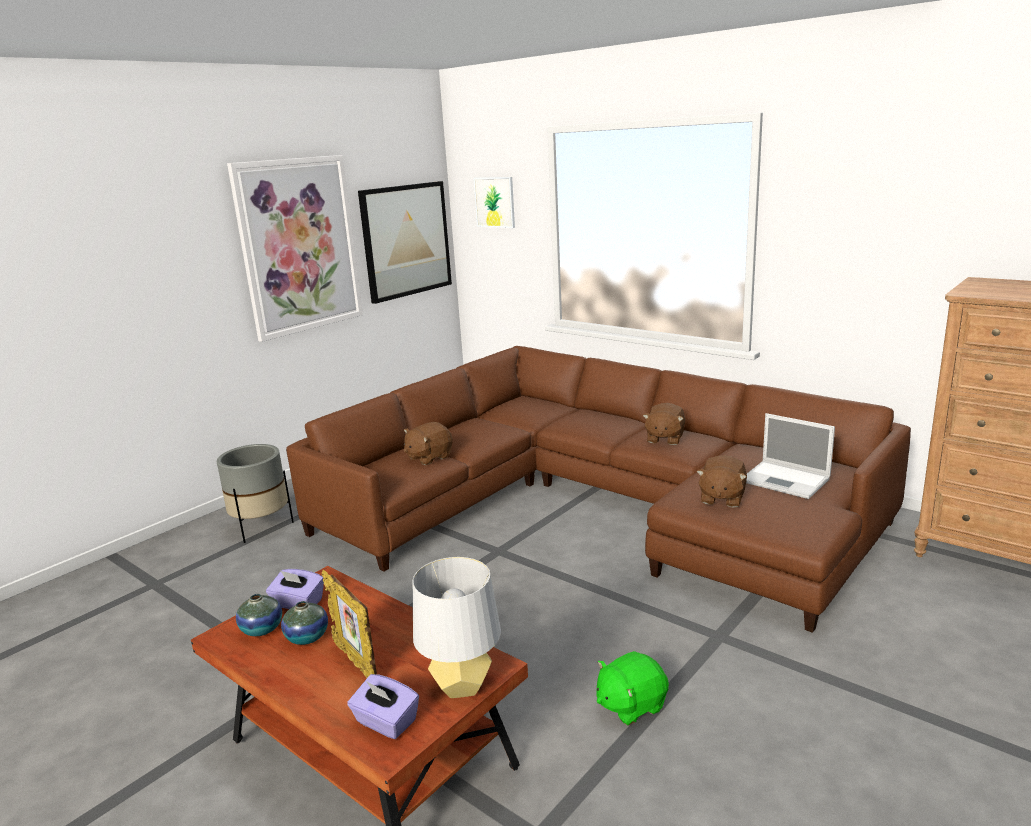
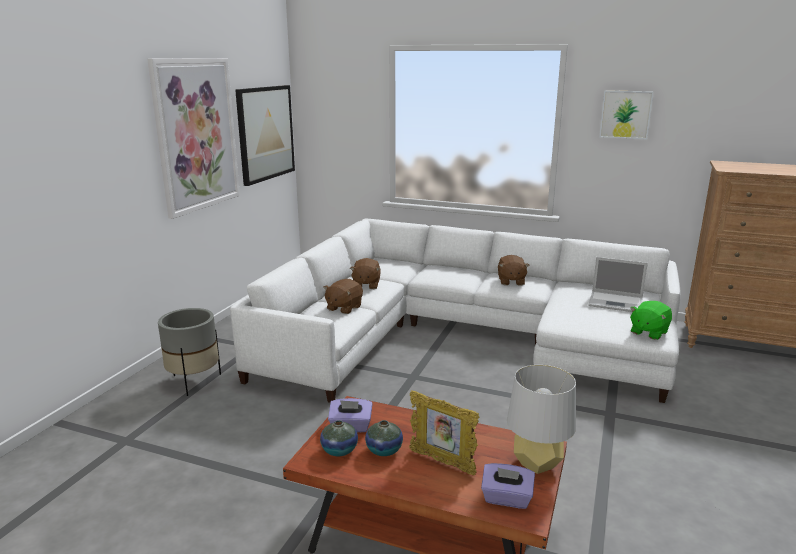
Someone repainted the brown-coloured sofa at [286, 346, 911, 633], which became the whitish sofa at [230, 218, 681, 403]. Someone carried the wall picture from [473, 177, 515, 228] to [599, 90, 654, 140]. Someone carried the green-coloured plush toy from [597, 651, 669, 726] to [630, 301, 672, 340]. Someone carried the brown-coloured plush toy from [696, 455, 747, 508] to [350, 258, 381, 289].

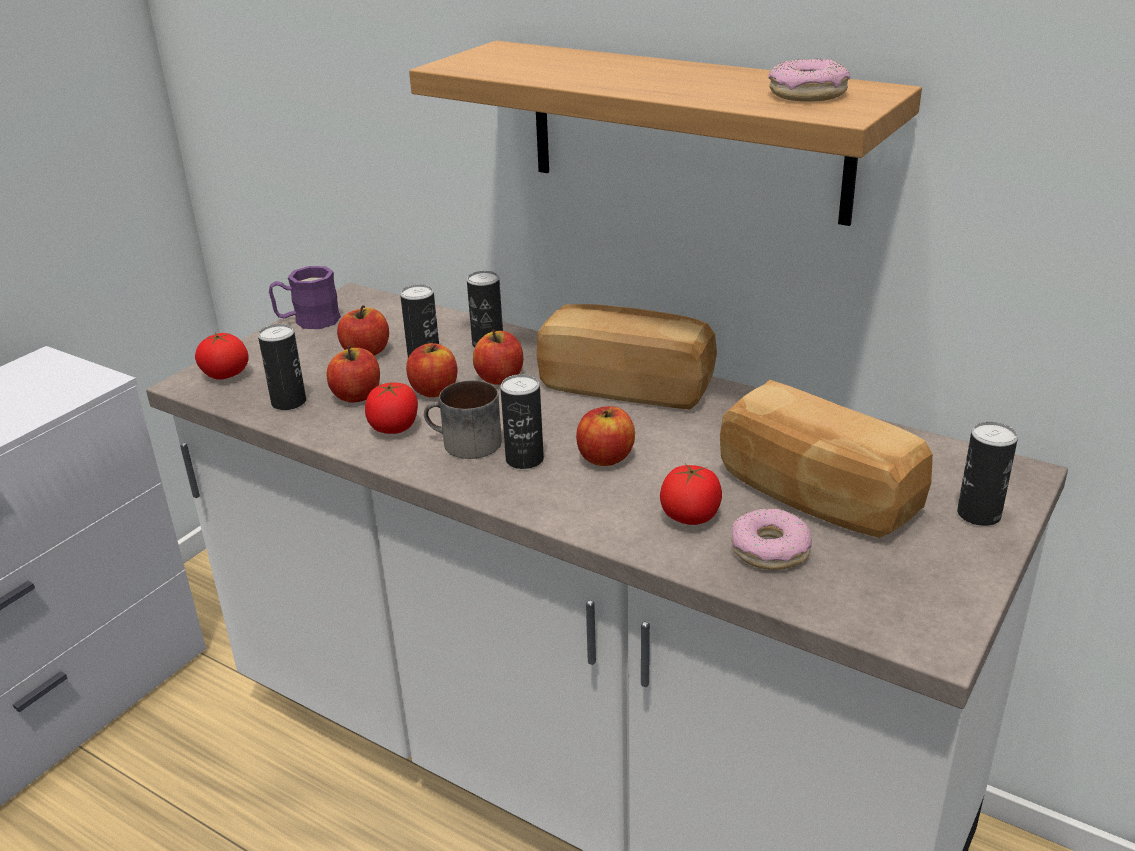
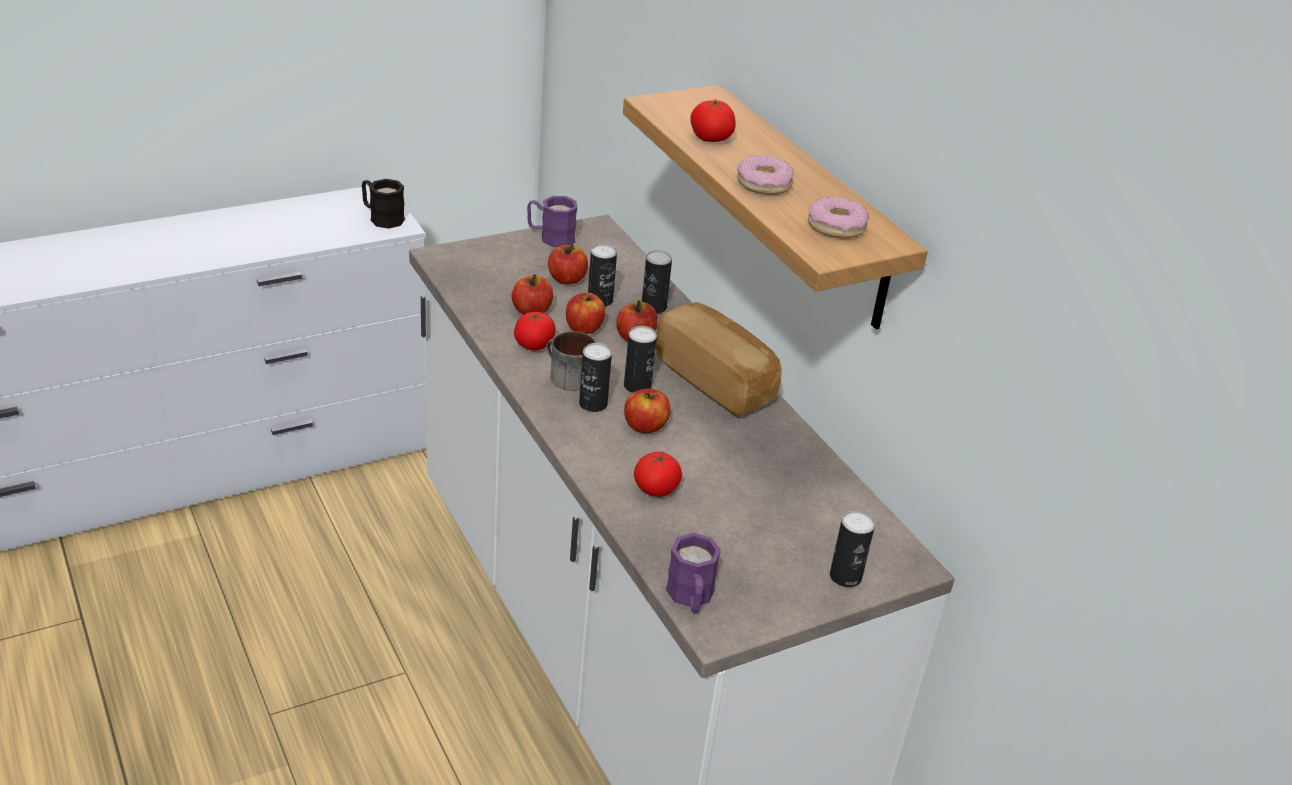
Someone carried the tomato from [195, 333, 249, 380] to [691, 99, 736, 142]. Someone carried the metal can from [258, 324, 306, 410] to [624, 326, 657, 393]. Someone took away the bakery bread at [720, 380, 933, 538]. Someone carried the ring doughnut from [732, 508, 812, 570] to [737, 155, 794, 195]. Someone put down the black-coloured mug at [362, 179, 405, 229]. Someone put down the purple mug at [666, 533, 721, 613].

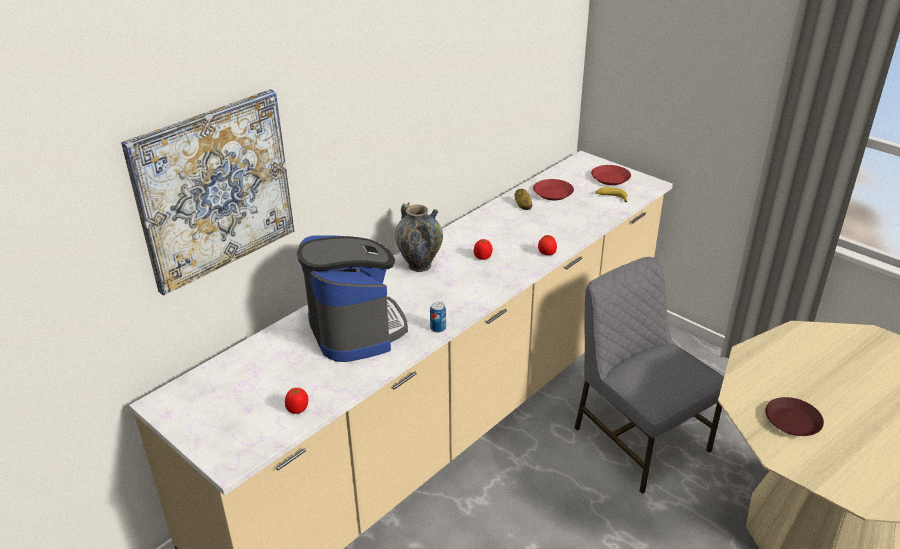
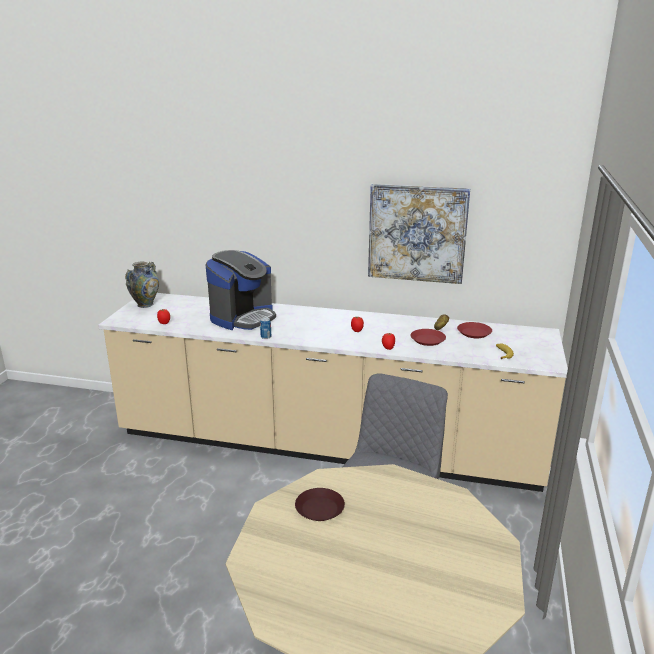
Someone carried the wall picture from [121, 89, 294, 296] to [368, 184, 470, 284]. Someone carried the flower vase from [395, 202, 443, 272] to [125, 262, 159, 308]. Someone carried the red-coloured flat dish from [591, 165, 631, 185] to [410, 329, 446, 346].

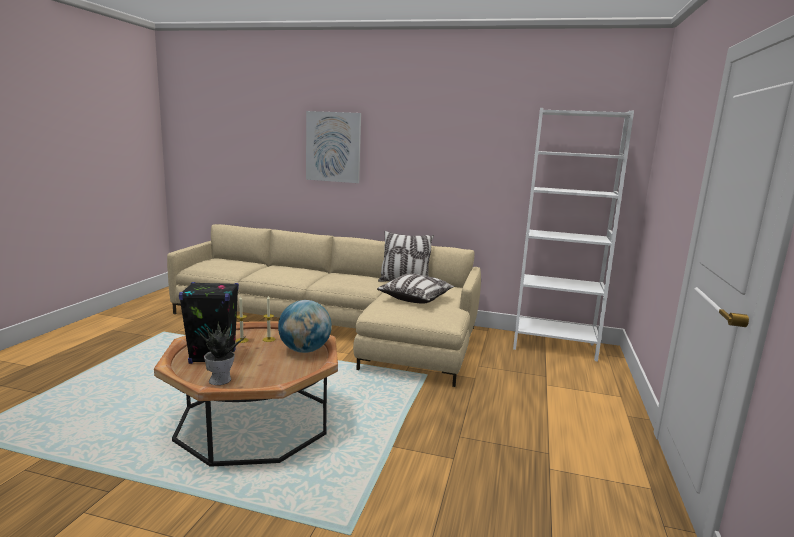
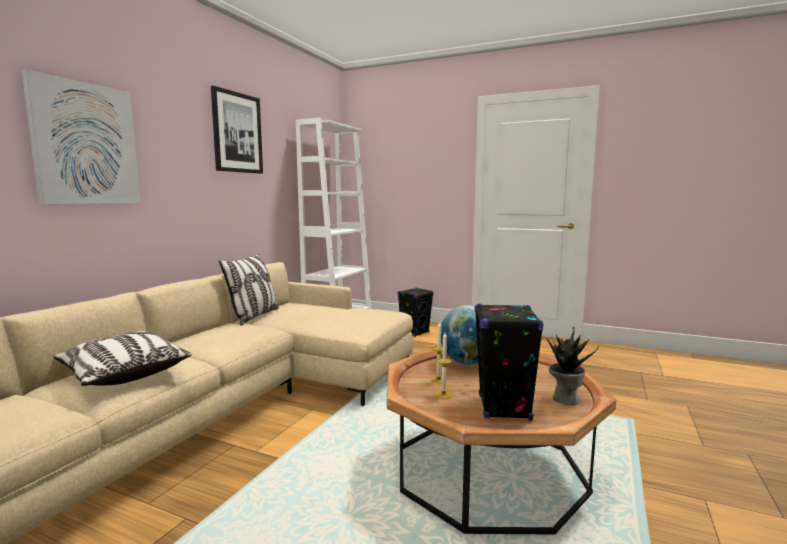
Someone carried the throw pillow from [377, 274, 455, 303] to [54, 331, 192, 386]. Someone put up the wall picture at [211, 86, 263, 174]. Someone put down the black-coloured loudspeaker at [398, 287, 434, 337].

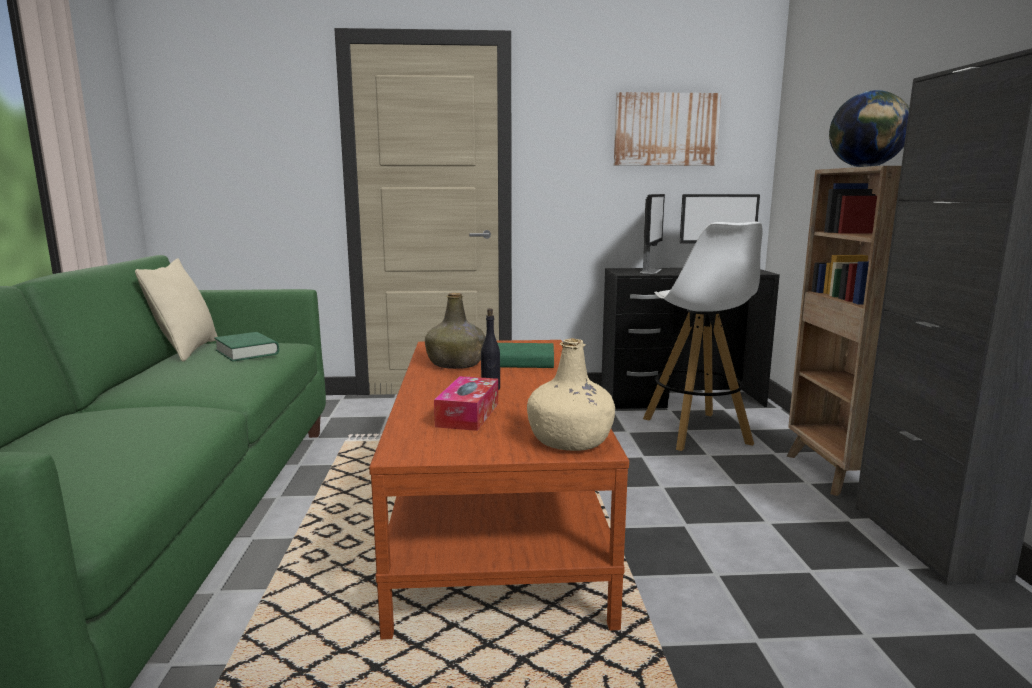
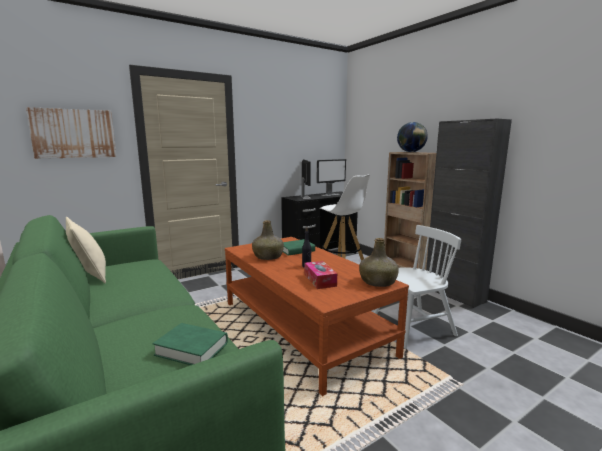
Someone carried the green-coloured book from [214, 332, 279, 362] to [153, 323, 228, 365]. Someone repainted the beige drink bottle at [527, 338, 615, 451], which became the green-coloured drink bottle at [359, 238, 399, 287]. Someone carried the wall picture from [614, 92, 721, 166] to [26, 107, 117, 159]. Someone put down the whitish upright chair at [374, 225, 461, 349].

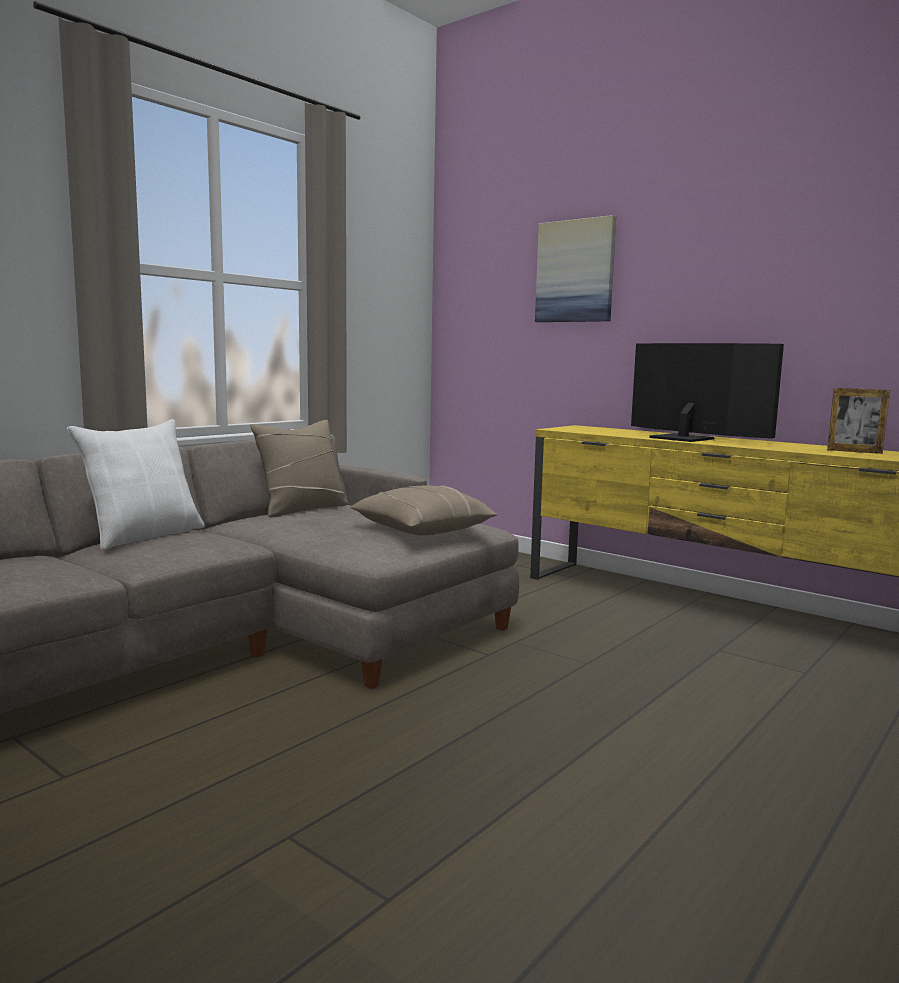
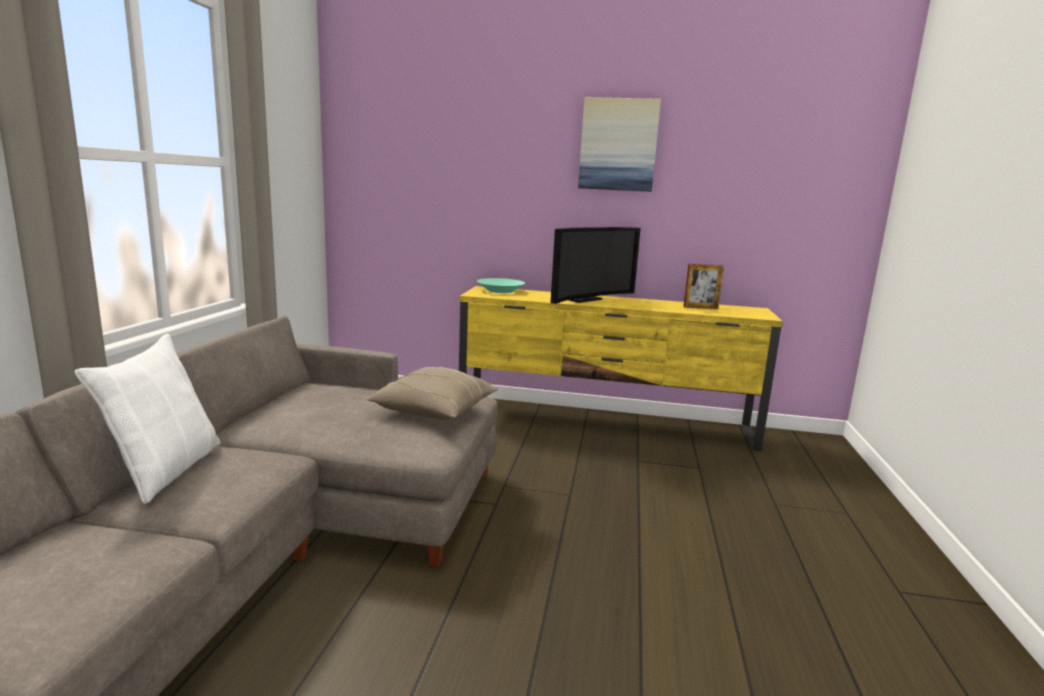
Someone took away the beige throw pillow at [250, 420, 348, 517]. Someone carried the wall picture from [535, 215, 616, 322] to [578, 97, 661, 192]. Someone rotated the TV at [631, 343, 784, 442] by 120 degrees clockwise. Someone put down the turquoise-coloured deep dish at [477, 278, 525, 293].

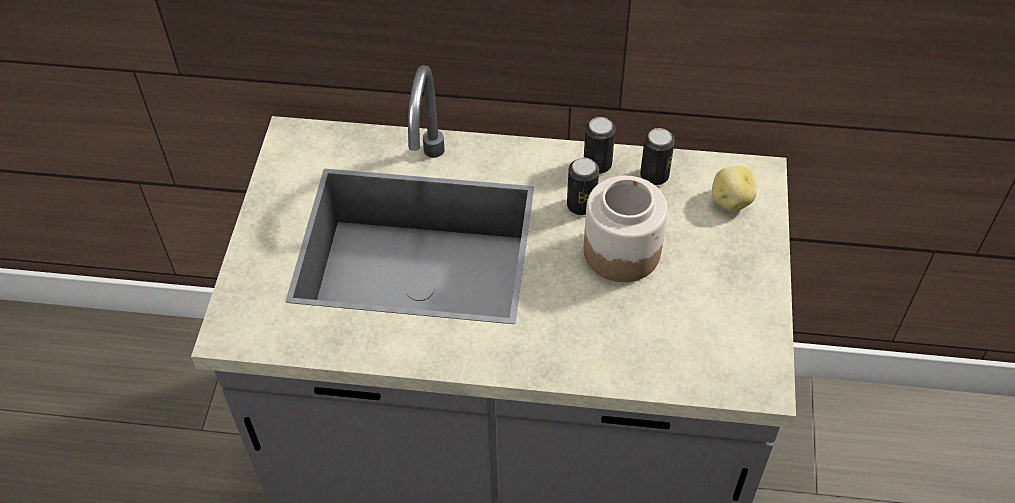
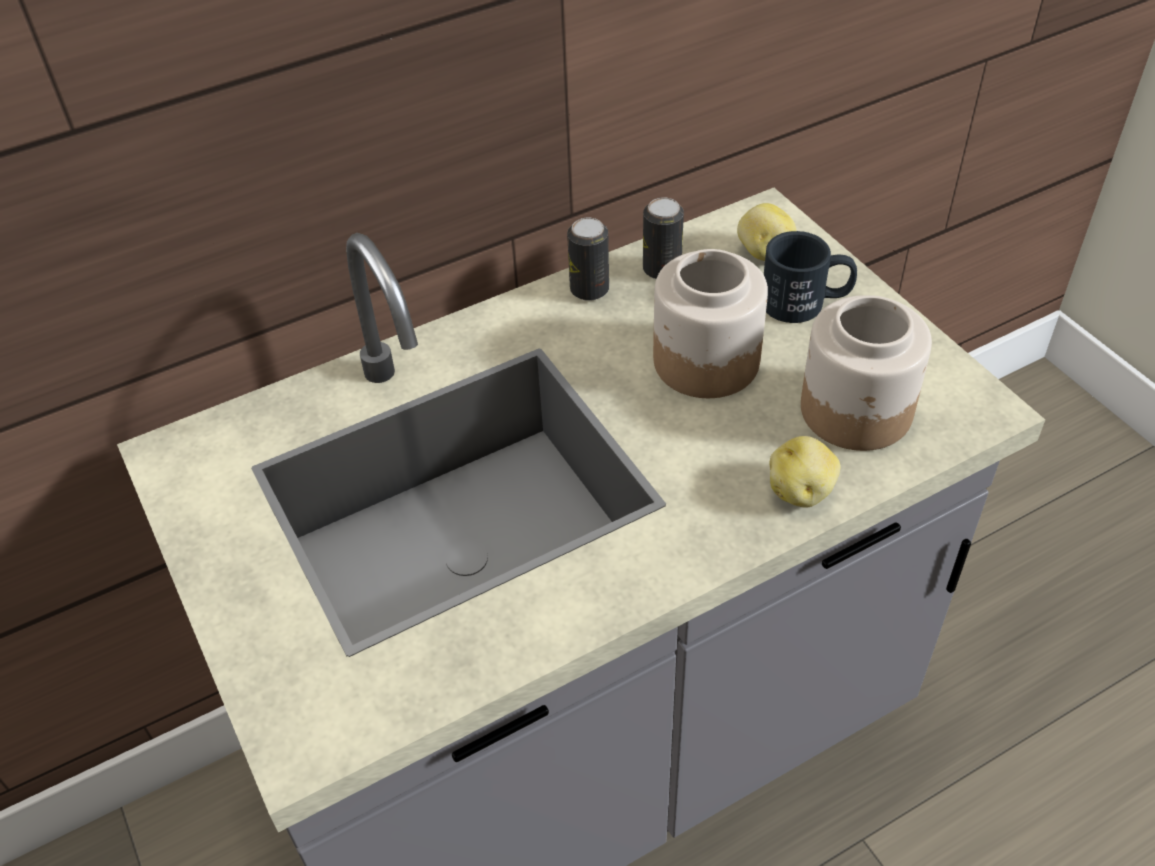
Someone took away the metal can at [567, 158, 599, 215]. Someone put down the black-coloured mug at [764, 231, 857, 323]. Someone put down the potato at [770, 436, 840, 508]. Someone put down the jar at [801, 295, 932, 451].

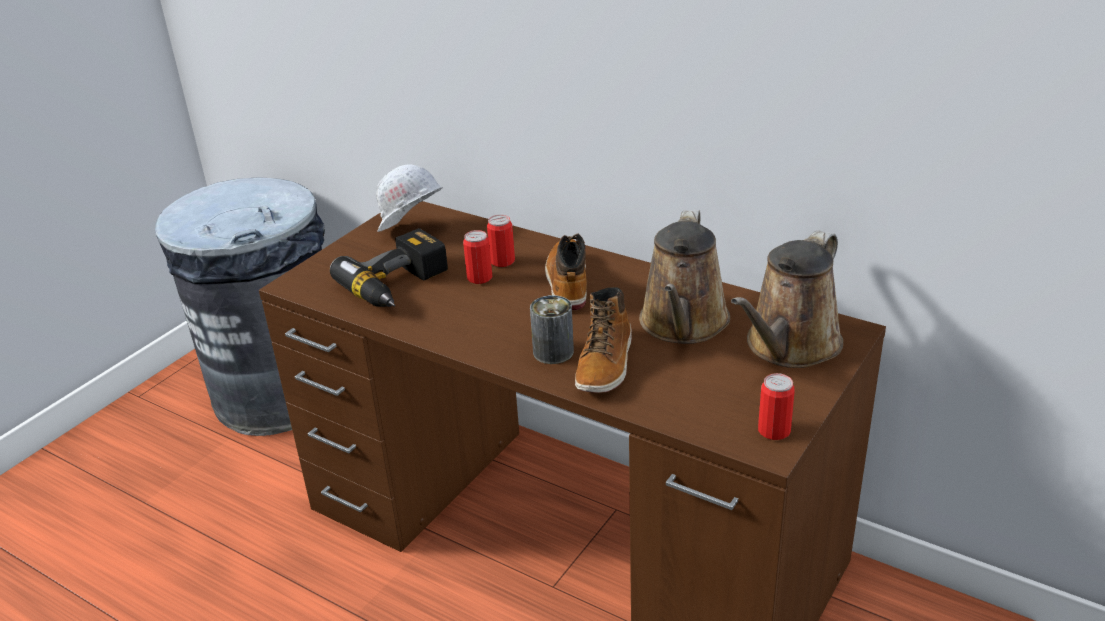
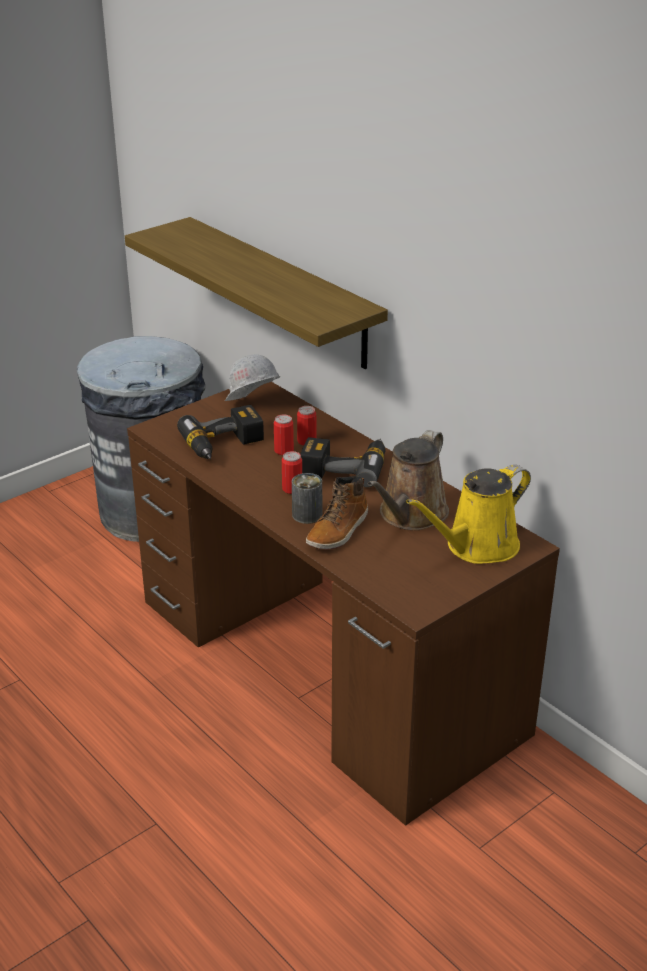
Someone swapped the high-top boot at [545, 233, 587, 310] for the electric drill at [300, 437, 386, 488]. Someone repainted the brown-coloured sprinkling can at [731, 231, 843, 368], which became the yellow-coloured sprinkling can at [406, 465, 531, 564]. Someone carried the metal can from [758, 373, 795, 440] to [282, 451, 302, 494]. Someone put up the shelf at [125, 217, 388, 369].

